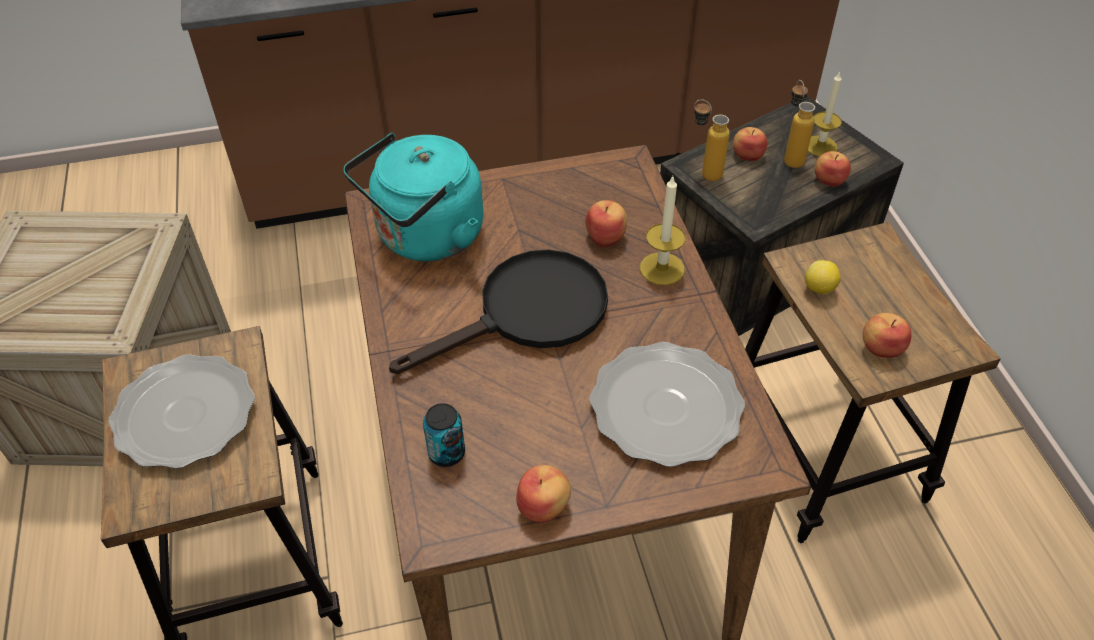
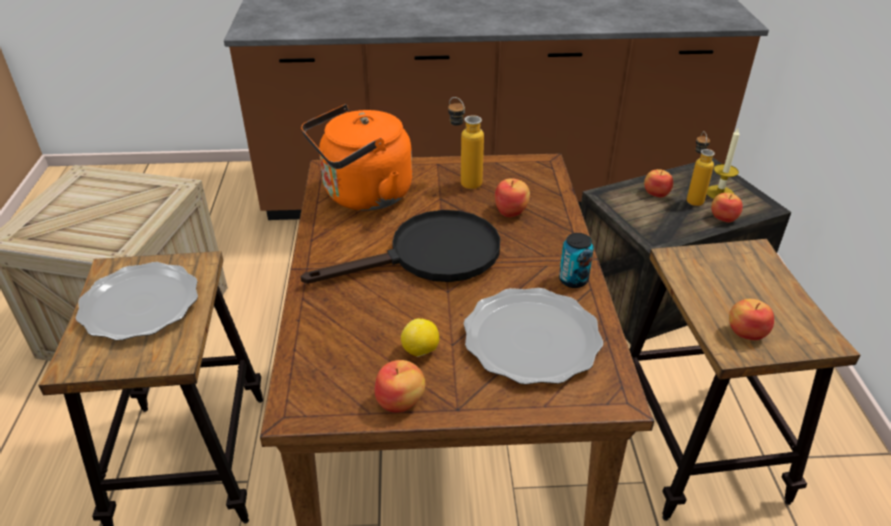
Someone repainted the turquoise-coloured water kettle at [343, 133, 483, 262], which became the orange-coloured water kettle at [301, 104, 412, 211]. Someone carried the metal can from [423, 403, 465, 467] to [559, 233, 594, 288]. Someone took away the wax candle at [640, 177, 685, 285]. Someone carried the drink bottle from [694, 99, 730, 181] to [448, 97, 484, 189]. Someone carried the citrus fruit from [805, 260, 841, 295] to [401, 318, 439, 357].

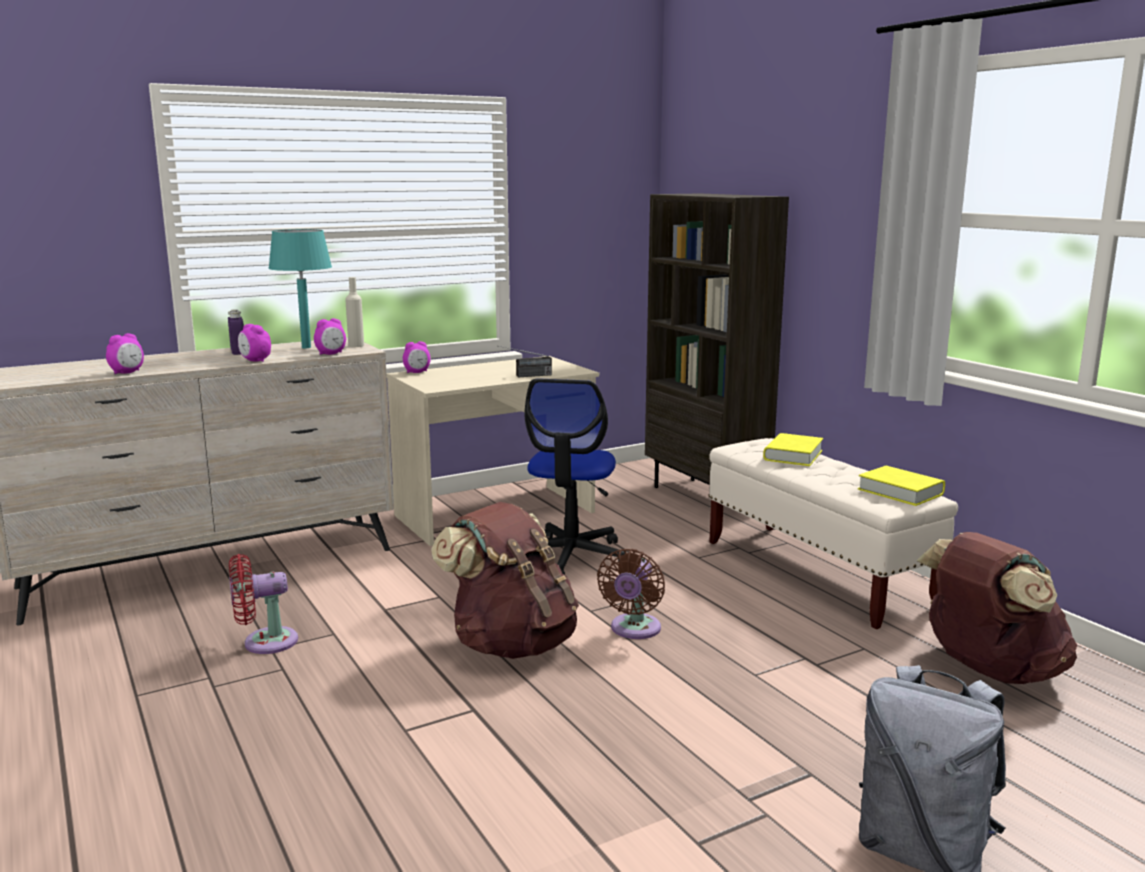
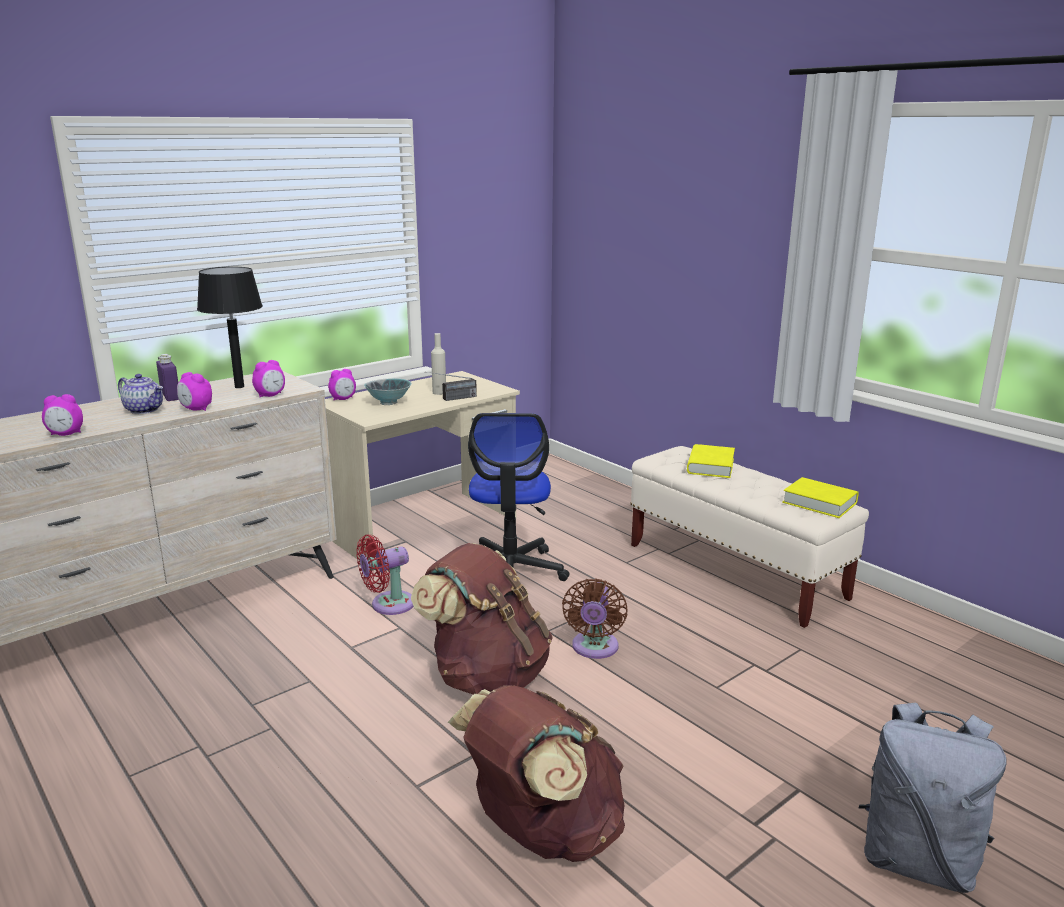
Someone rotated the alarm clock at [106, 333, 144, 374] by 45 degrees clockwise. Someone carried the red-coloured cooling fan from [229, 554, 298, 654] to [356, 535, 414, 615]. Someone repainted the turquoise-coloured table lamp at [268, 229, 332, 348], which became the black-coloured table lamp at [197, 267, 263, 388]. Someone carried the beige drink bottle from [345, 277, 364, 347] to [431, 333, 446, 395]. Someone took away the brown-coloured bookshelf at [645, 193, 789, 488]. Someone carried the brown-coloured rucksack from [916, 532, 1078, 684] to [448, 685, 625, 862]. Someone put down the teapot at [118, 374, 163, 414]. Someone put down the deep dish at [364, 378, 412, 405].

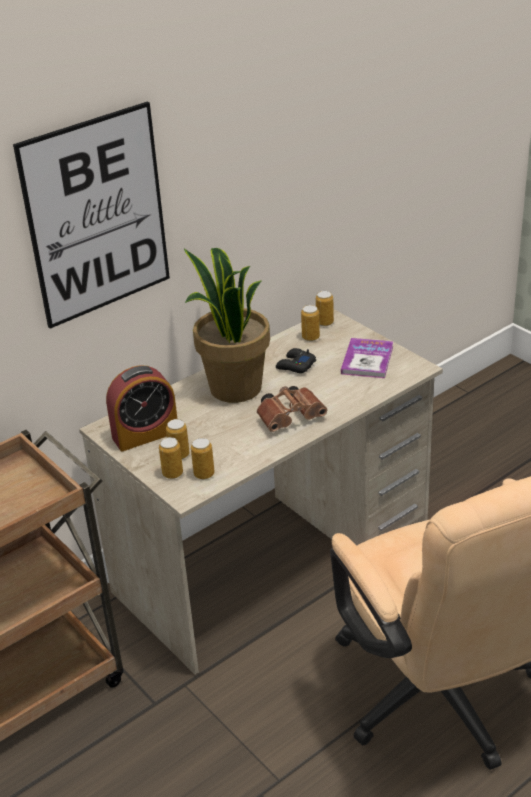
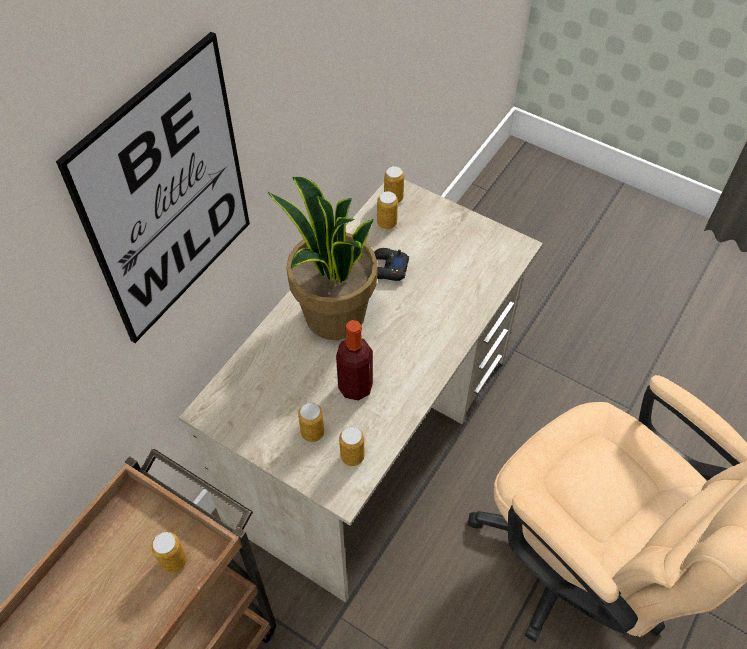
Someone took away the alarm clock at [106, 365, 177, 451]. Someone carried the metal can from [159, 437, 183, 479] to [151, 532, 187, 573]. Someone took away the brown-coloured binoculars at [257, 386, 327, 432]. Someone took away the book at [341, 338, 394, 378]. Someone put down the drink bottle at [336, 320, 373, 401].

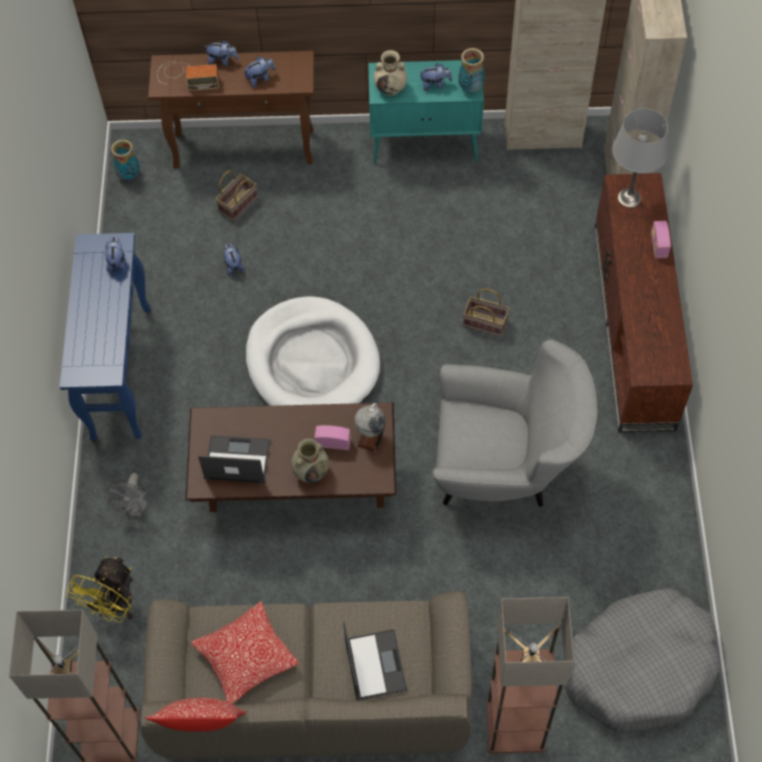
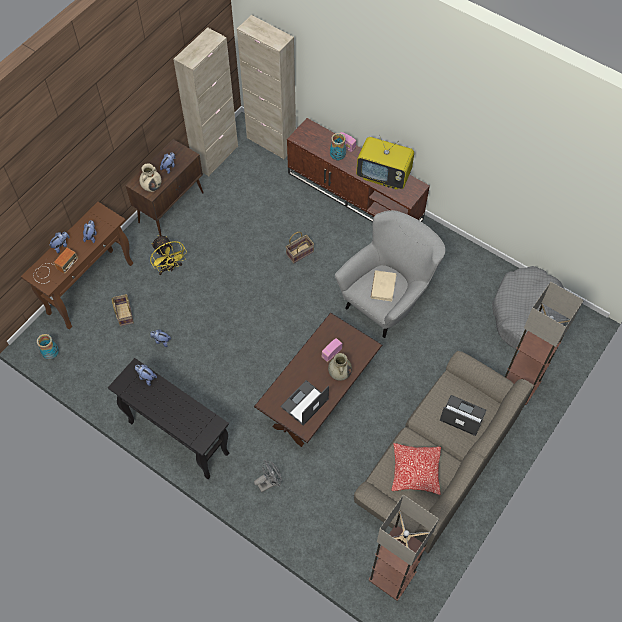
Someone repainted the blue-coloured console table at [60, 233, 151, 440], which became the black-coloured console table at [108, 358, 229, 479]. Someone carried the yellow-coloured cooling fan from [67, 557, 133, 623] to [150, 236, 187, 275]. Someone rotated the gray cooling fan at [104, 473, 150, 517] by 75 degrees counterclockwise. Someone took away the throw pillow at [146, 698, 247, 732]. Someone took away the whitish dog bed at [246, 296, 380, 406]. Someone took away the world globe at [354, 403, 386, 452]. Someone repainted the turquoise-coloured storage cabinet at [369, 60, 484, 164], which became the brown-coloured storage cabinet at [125, 139, 204, 236]. Someone carried the flower vase from [458, 48, 485, 93] to [330, 133, 346, 160]. Someone took away the gray table lamp at [612, 108, 668, 207]. Someone put down the TV at [356, 135, 414, 190]. Someone put down the beige book at [371, 270, 396, 302].

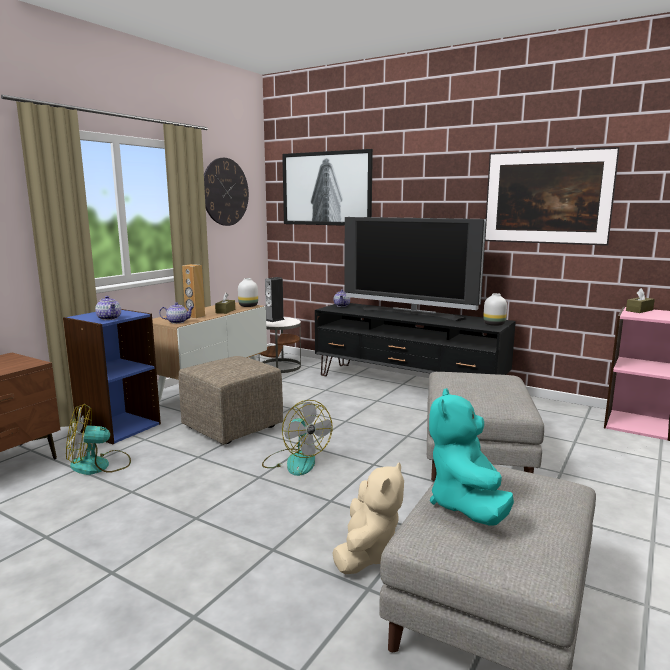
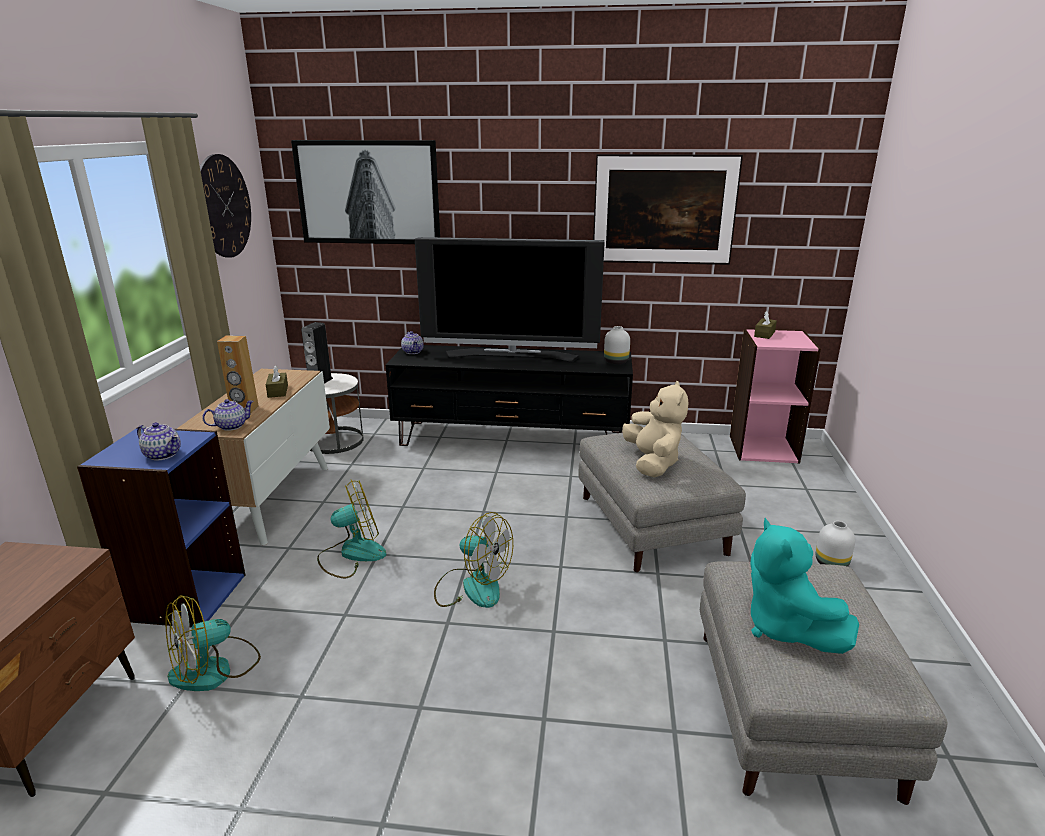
Someone swapped the beige ottoman at [179, 356, 283, 445] for the cooling fan at [317, 480, 386, 578]. Someone carried the whitish flower vase from [238, 278, 258, 307] to [816, 521, 855, 567]. Someone carried the beige plush toy from [332, 462, 404, 574] to [622, 381, 689, 478].

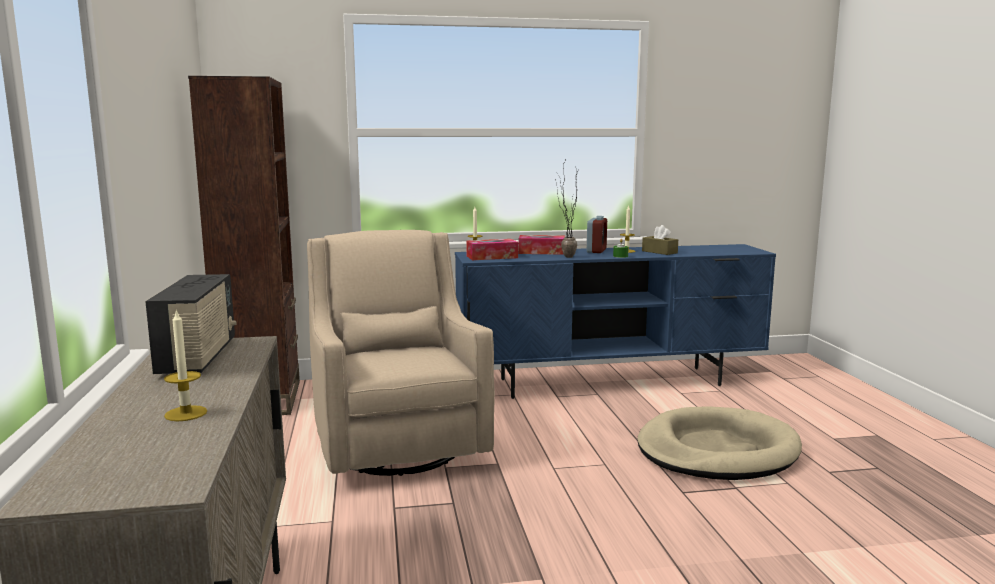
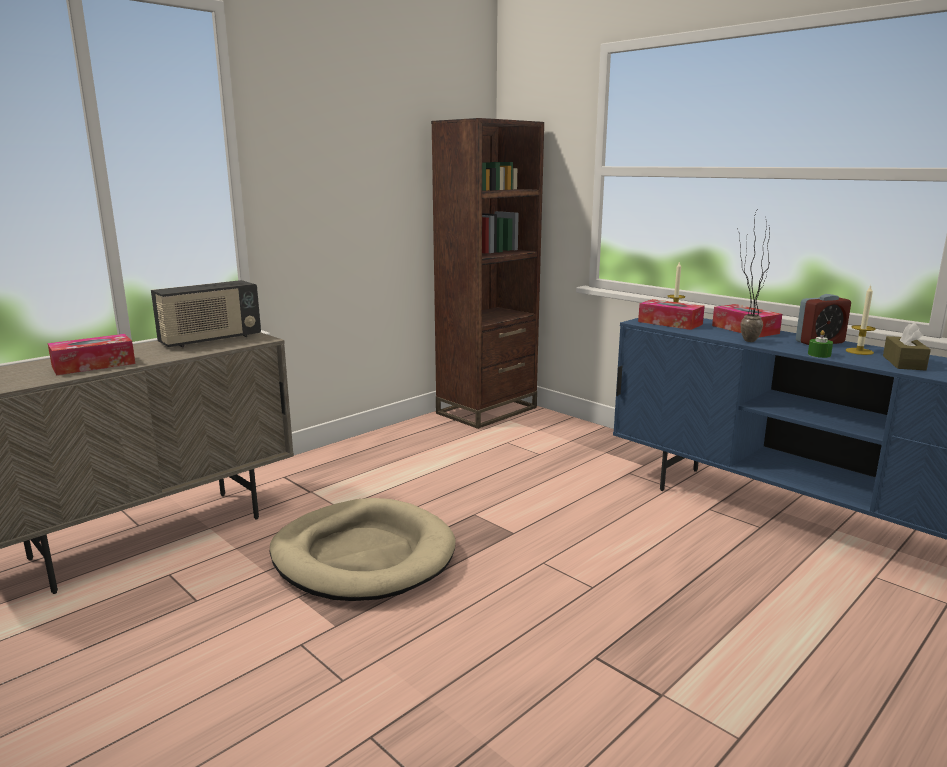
Someone swapped the wax candle at [164, 310, 207, 421] for the tissue box at [48, 334, 136, 375]. Someone took away the beige easy chair at [307, 230, 495, 476]. Someone carried the beige dog bed from [637, 406, 802, 480] to [270, 498, 456, 601].

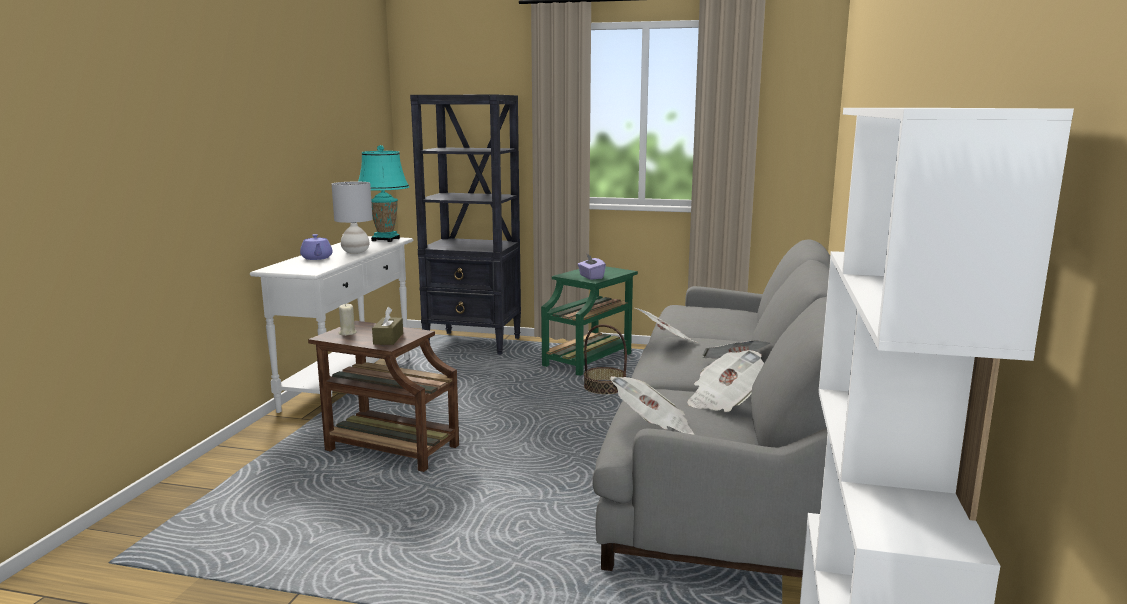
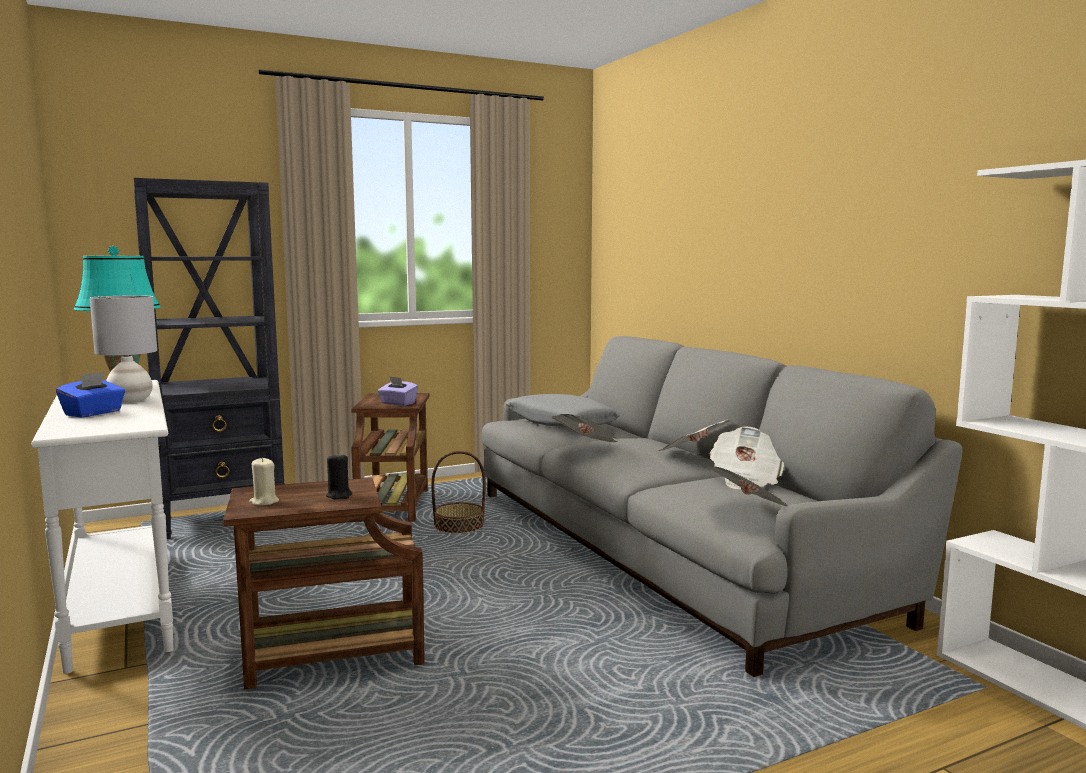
Someone swapped the purple teapot at [300, 234, 332, 260] for the blue-coloured tissue box at [56, 372, 125, 418]. Someone swapped the brown-coloured tissue box at [372, 307, 403, 345] for the black-coloured wax candle at [326, 452, 352, 499]. Someone repainted the green-coloured end table at [541, 266, 638, 376], which became the brown-coloured end table at [351, 393, 430, 522]. Someone put down the gray throw pillow at [506, 394, 620, 427].

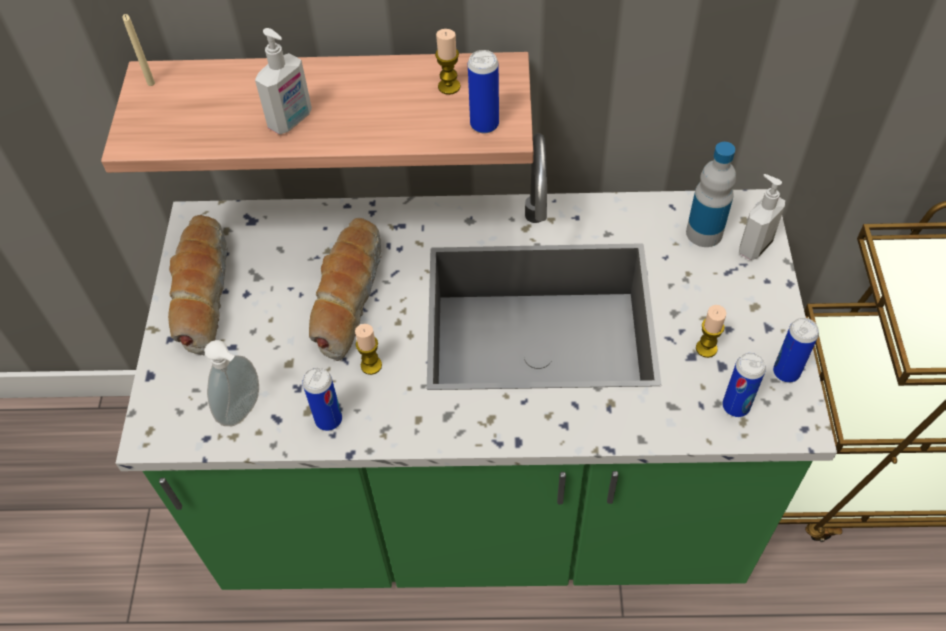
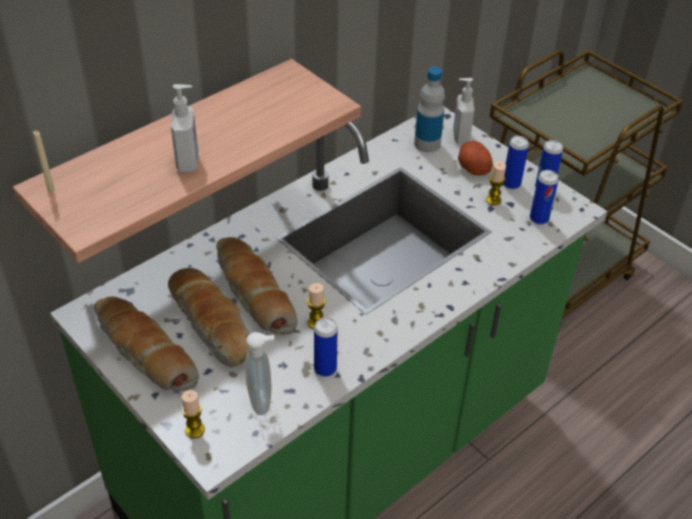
Someone carried the wax candle from [435, 29, 461, 95] to [182, 390, 205, 439]. Someone carried the metal can from [468, 50, 499, 134] to [503, 136, 529, 189]. Someone put down the bakery bread at [168, 268, 249, 367]. Someone put down the potato at [458, 141, 493, 176].

